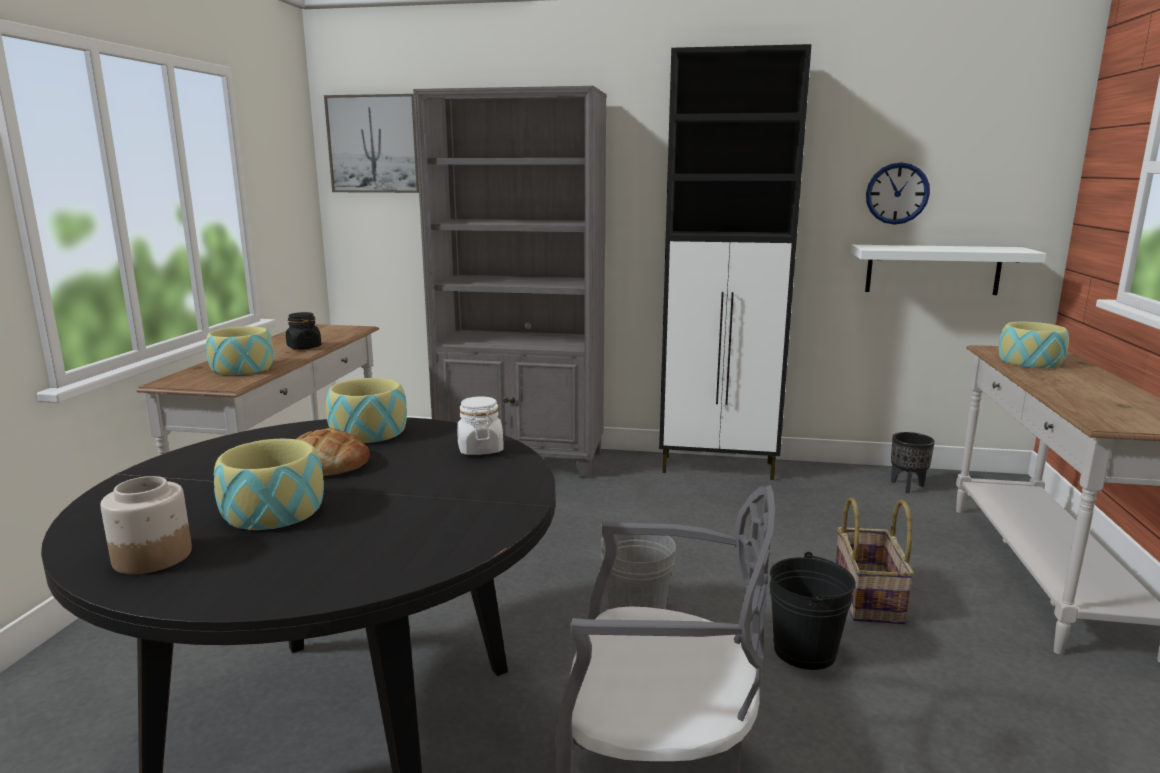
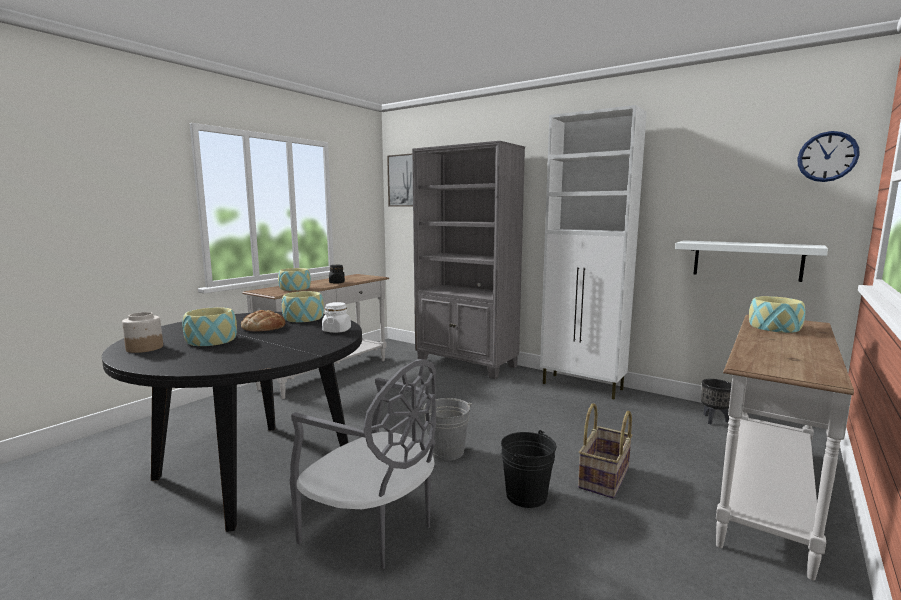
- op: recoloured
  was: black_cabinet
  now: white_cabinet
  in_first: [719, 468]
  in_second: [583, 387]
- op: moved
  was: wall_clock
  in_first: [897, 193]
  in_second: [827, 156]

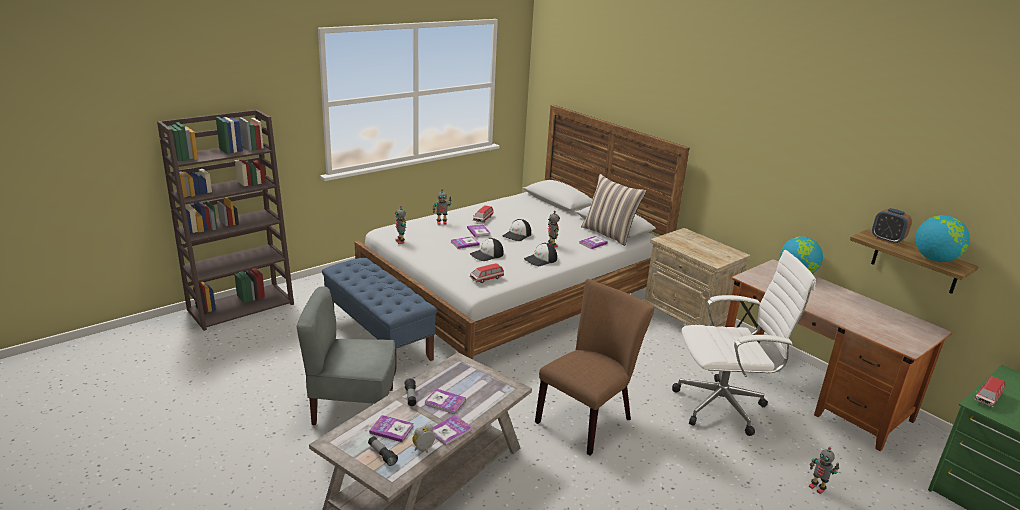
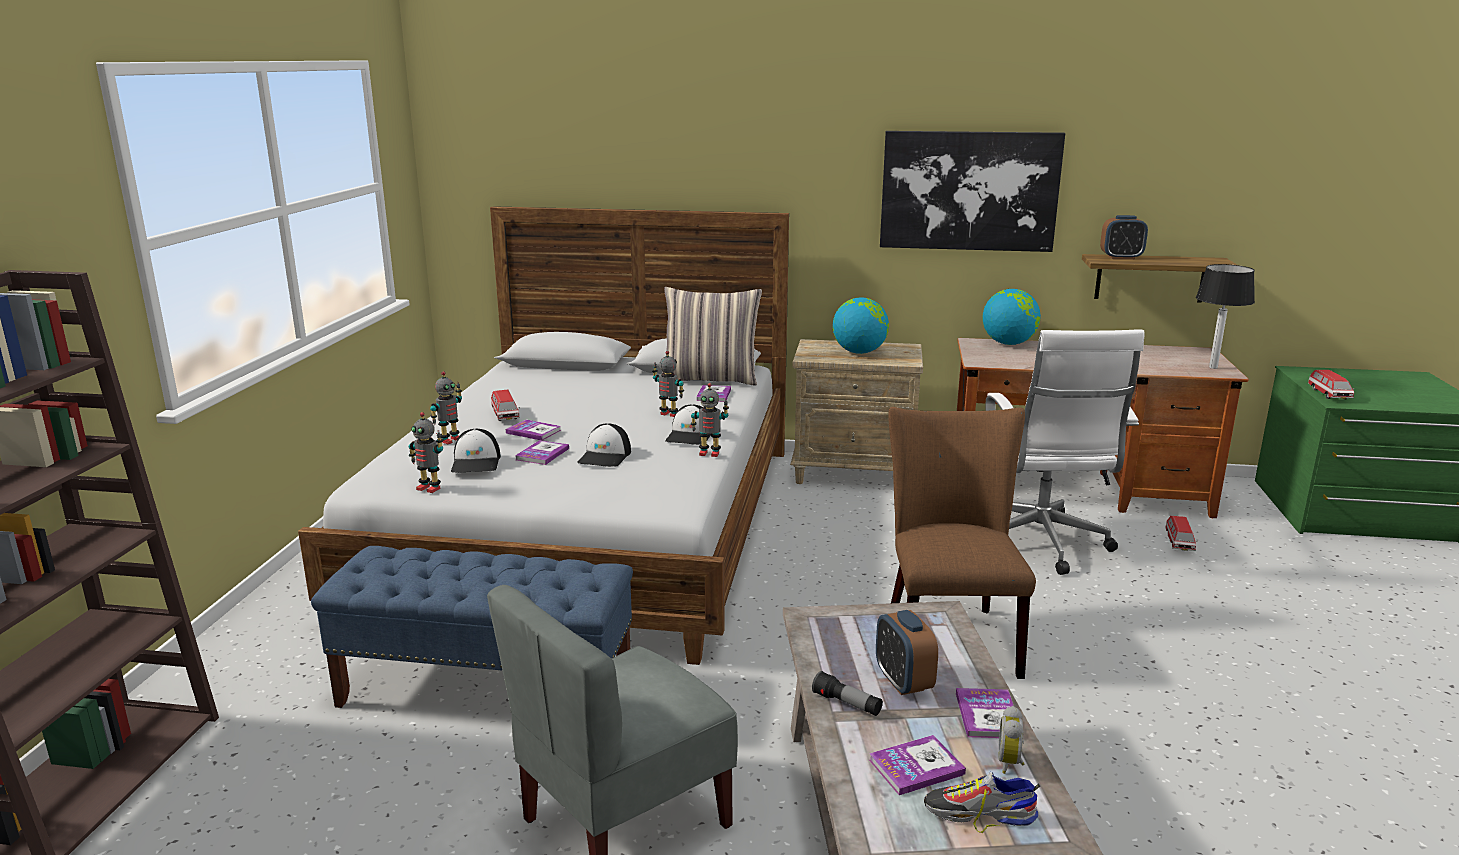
- op: moved
  was: globe
  in_first: [935, 259]
  in_second: [859, 352]
- op: moved
  was: cap
  in_first: [517, 235]
  in_second: [476, 462]
- op: turned
  was: white_office_chair
  in_first: [724, 406]
  in_second: [1041, 545]
  clockwise: 135
- op: moved
  was: toy_car
  in_first: [486, 278]
  in_second: [1179, 543]
- op: replaced
  was: book
  now: alarm_clock
  in_first: [445, 402]
  in_second: [903, 682]
- op: replaced
  was: flashlight
  now: shoe
  in_first: [382, 455]
  in_second: [979, 813]
- op: moved
  was: toy_robot
  in_first: [817, 488]
  in_second: [709, 453]
- op: added
  now: picture
  in_second: [969, 191]
- op: added
  now: table_lamp
  in_second: [1213, 367]

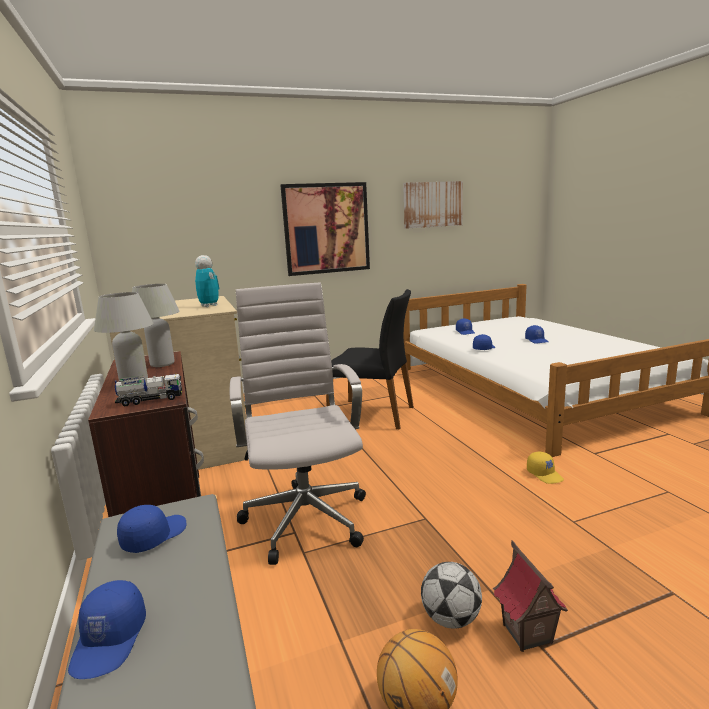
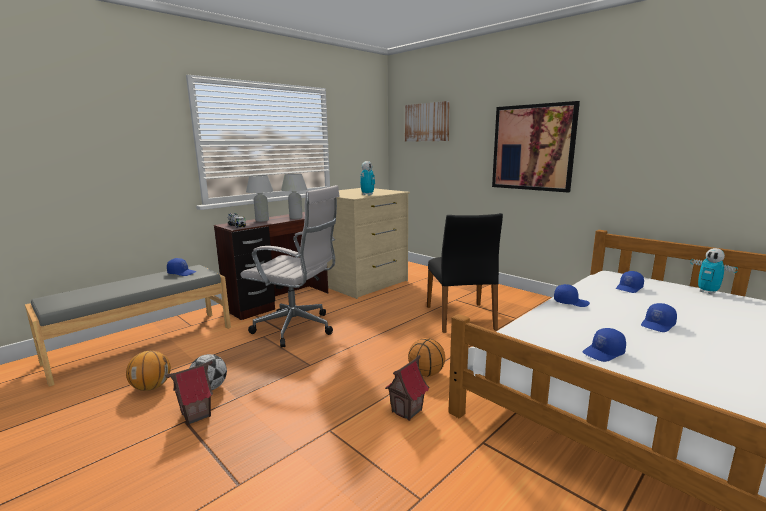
- op: moved
  was: picture
  in_first: [432, 204]
  in_second: [427, 122]
- op: turned
  was: white_office_chair
  in_first: [305, 517]
  in_second: [298, 329]
  clockwise: 60
- op: replaced
  was: yellow_cap
  now: toy_house
  in_first: [545, 474]
  in_second: [407, 411]
- op: moved
  was: blue_cap
  in_first: [110, 641]
  in_second: [603, 353]
- op: added
  now: toy_robot
  in_second: [707, 292]
- op: added
  now: basketball
  in_second: [425, 373]

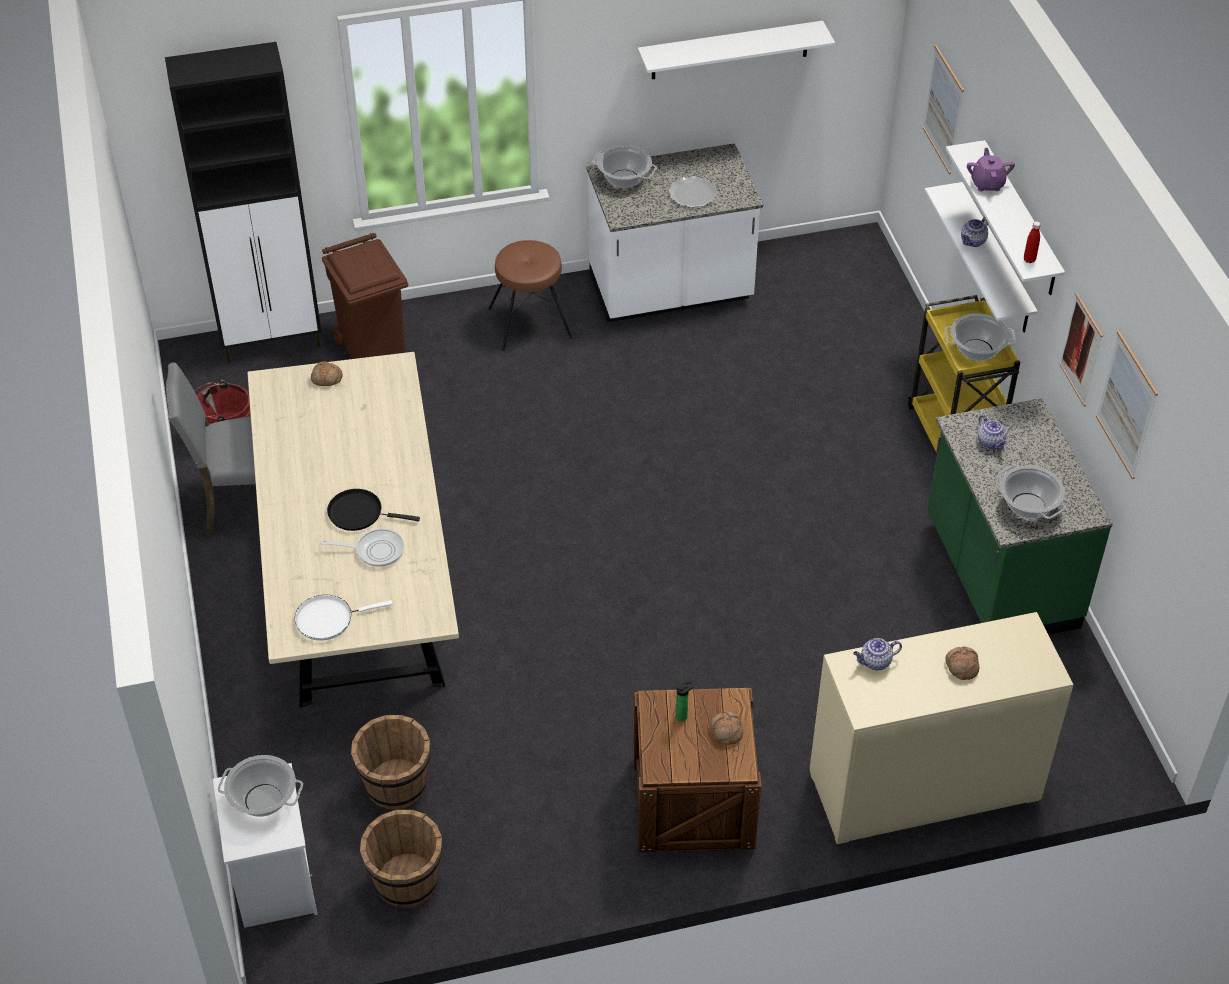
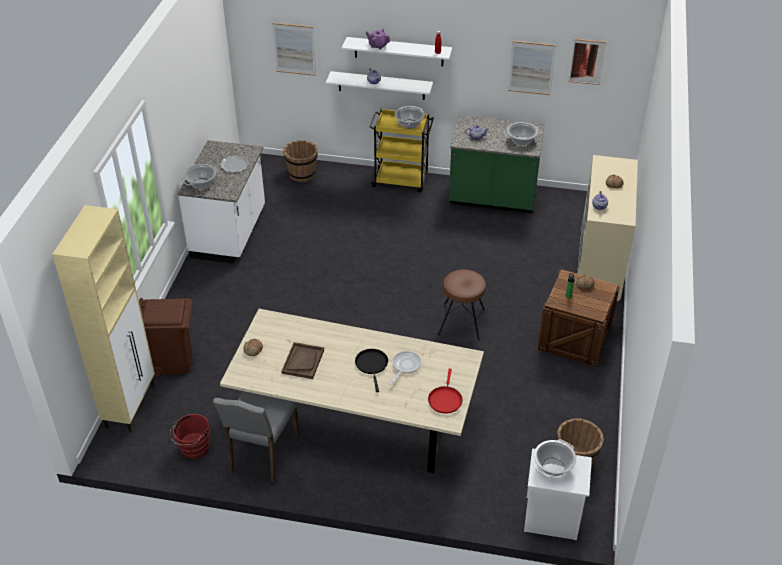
- op: removed
  was: white_shelf
  in_first: [730, 50]
- op: recoloured
  was: black_cabinet
  now: beige_cabinet
  in_first: [273, 342]
  in_second: [131, 405]
- op: moved
  was: brown_stool
  in_first: [530, 323]
  in_second: [462, 321]
- op: moved
  was: picture
  in_first: [1081, 350]
  in_second: [587, 61]
- op: turned
  was: black_frying_pan
  in_first: [359, 513]
  in_second: [372, 365]
  clockwise: 135
- op: recoloured
  was: white_frying_pan
  now: red_frying_pan
  in_first: [328, 619]
  in_second: [445, 399]
- op: moved
  was: brown_bucket
  in_first: [396, 786]
  in_second: [302, 174]
- op: added
  now: brown_tray
  in_second: [303, 361]

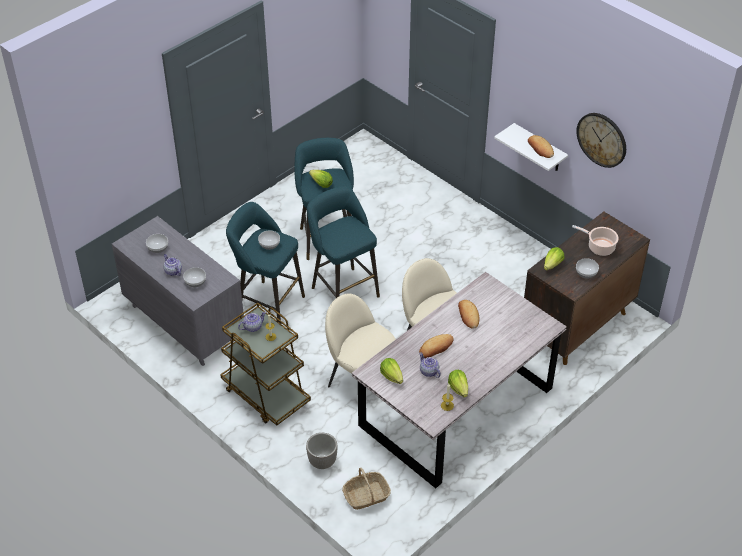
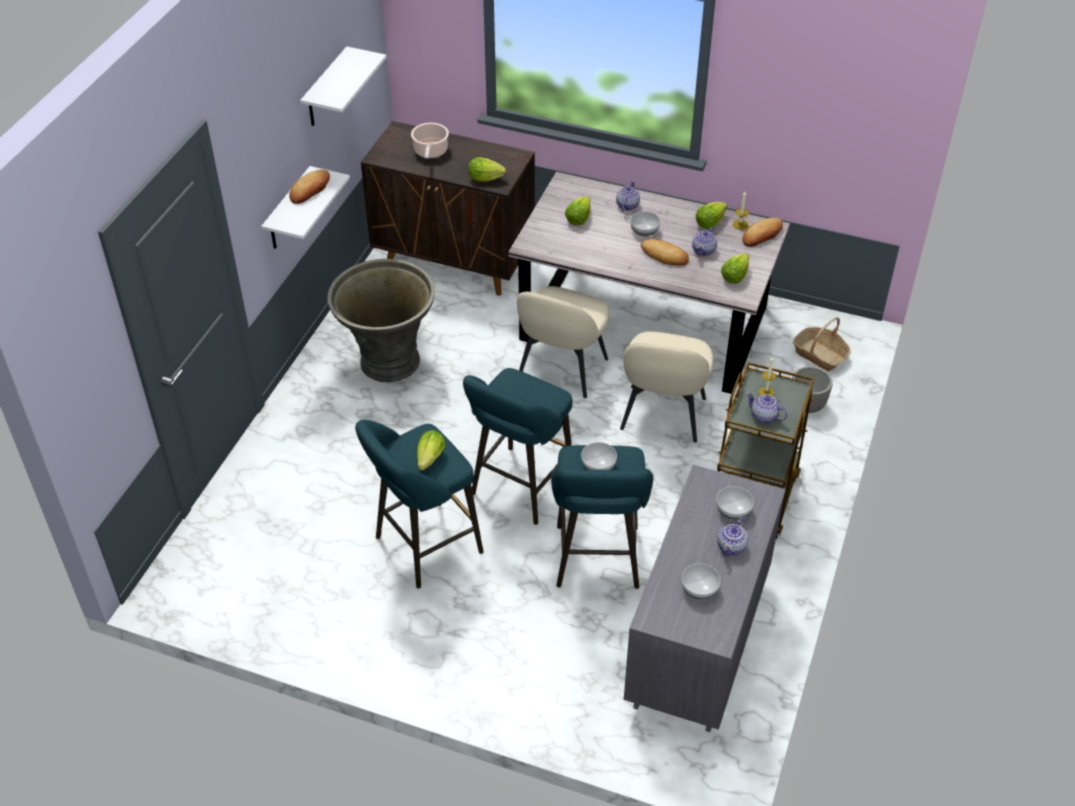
- op: replaced
  was: wall_clock
  now: white_shelf
  in_first: [602, 139]
  in_second: [325, 89]
- op: moved
  was: bowl
  in_first: [586, 273]
  in_second: [644, 231]
- op: moved
  was: bread
  in_first: [468, 316]
  in_second: [762, 235]
- op: added
  now: teapot
  in_second: [627, 206]
- op: added
  now: lettuce
  in_second: [578, 219]
- op: added
  now: grey_planter
  in_second: [388, 361]

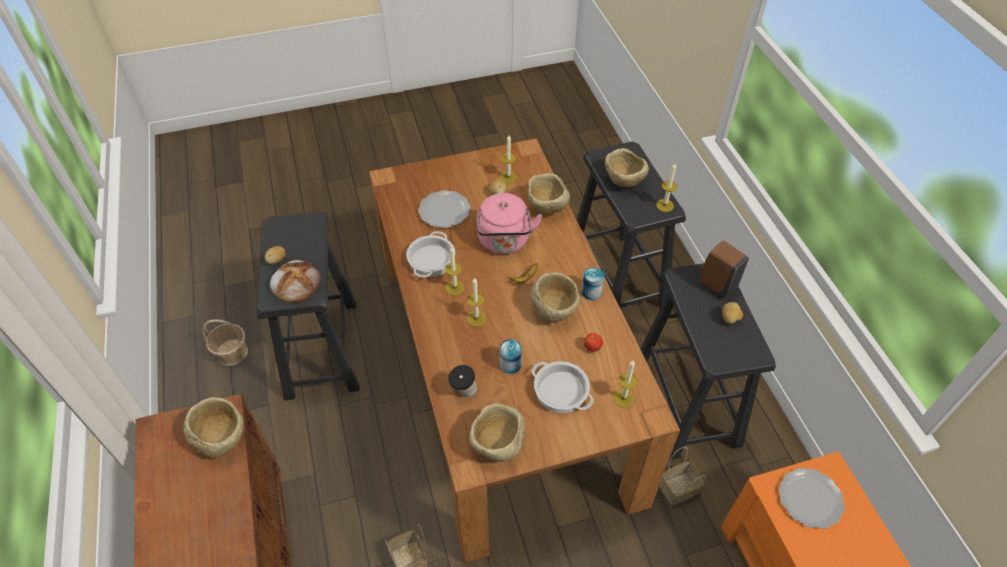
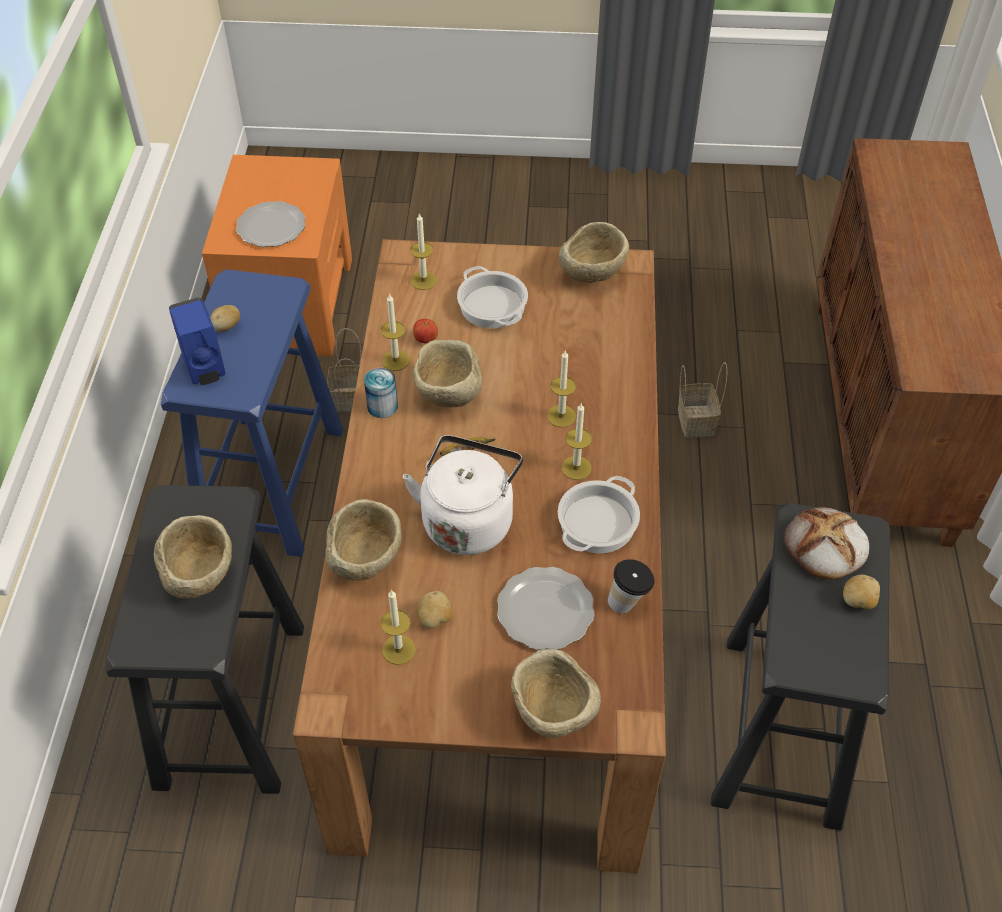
- op: moved
  was: candle
  in_first: [665, 205]
  in_second: [395, 360]
- op: recoloured
  was: pink_kettle
  now: white_kettle
  in_first: [504, 242]
  in_second: [468, 519]
- op: recoloured
  was: brown_soap_dispenser
  now: blue_soap_dispenser
  in_first: [716, 285]
  in_second: [205, 370]
- op: recoloured
  was: black_stool
  now: blue_stool
  in_first: [686, 403]
  in_second: [271, 482]
- op: removed
  was: basket
  in_first: [232, 352]
- op: removed
  was: can
  in_first: [510, 364]
- op: moved
  was: cup
  in_first: [463, 393]
  in_second: [628, 602]
- op: moved
  was: beige_bowl
  in_first: [223, 439]
  in_second: [553, 713]

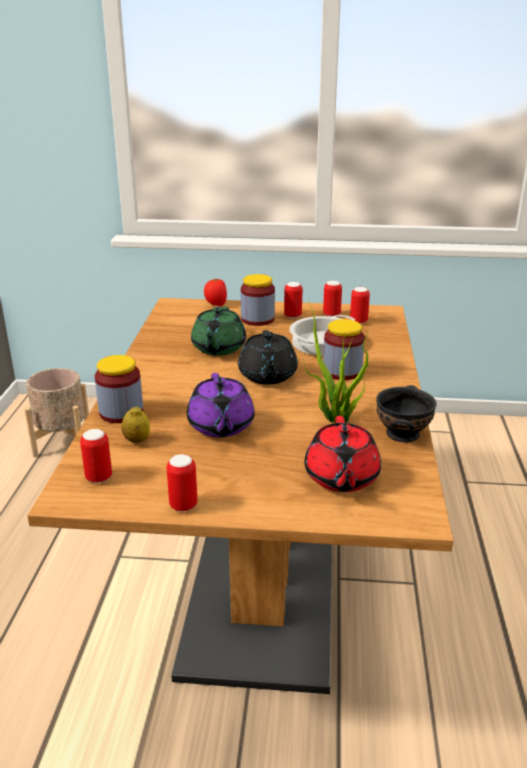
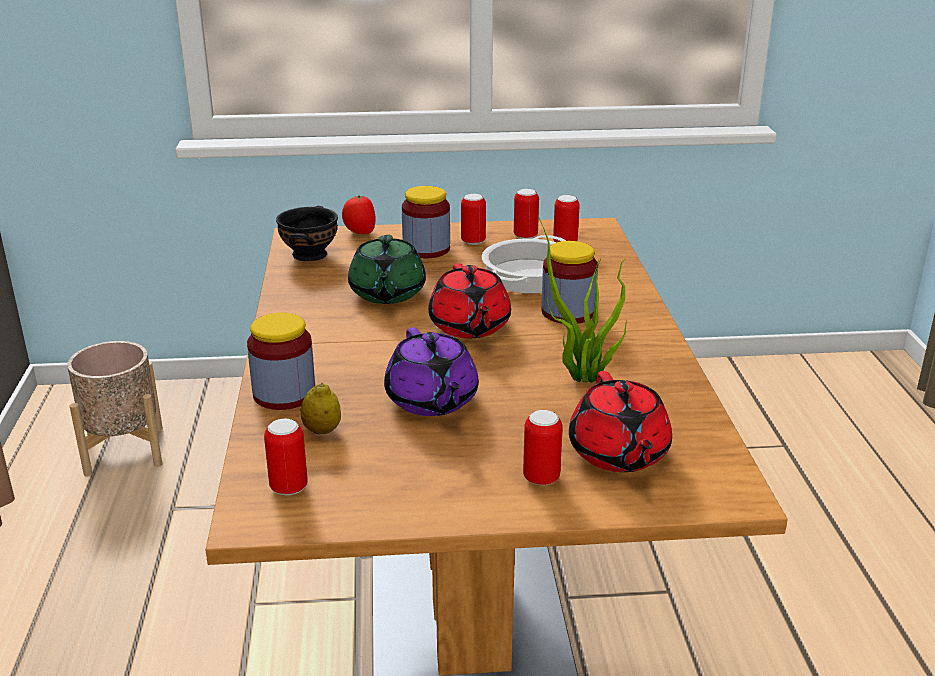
- op: recoloured
  was: black_teapot
  now: red_teapot
  in_first: [267, 376]
  in_second: [469, 327]
- op: moved
  was: black_bowl
  in_first: [403, 433]
  in_second: [311, 254]
- op: moved
  was: can
  in_first: [183, 505]
  in_second: [541, 478]

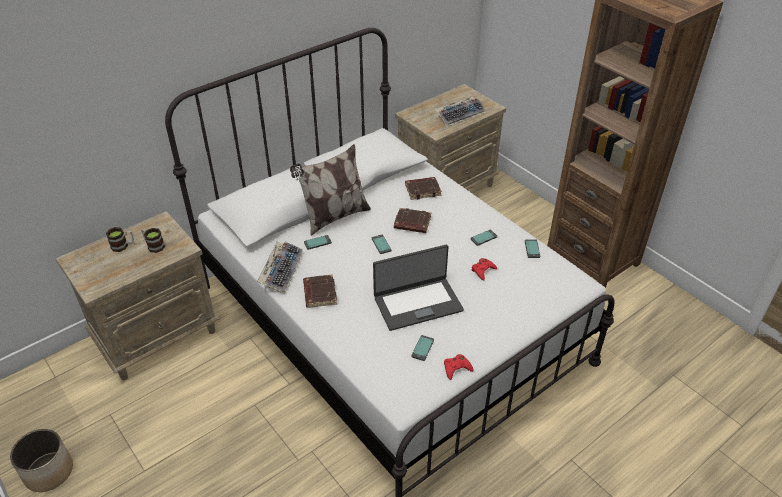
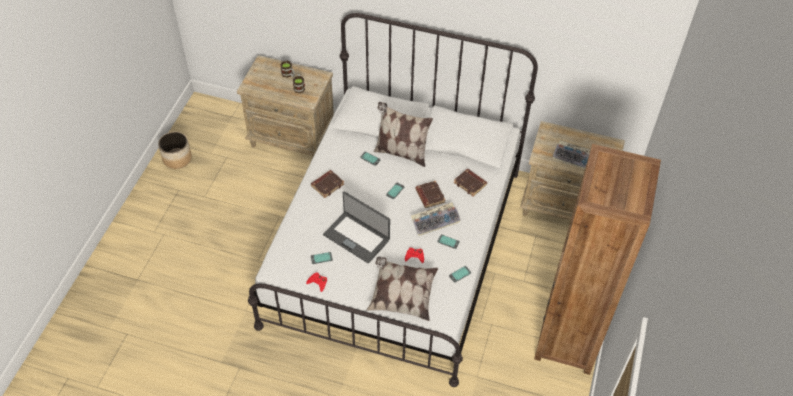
- op: moved
  was: keyboard
  in_first: [281, 270]
  in_second: [435, 221]
- op: added
  now: pillow
  in_second: [402, 295]

